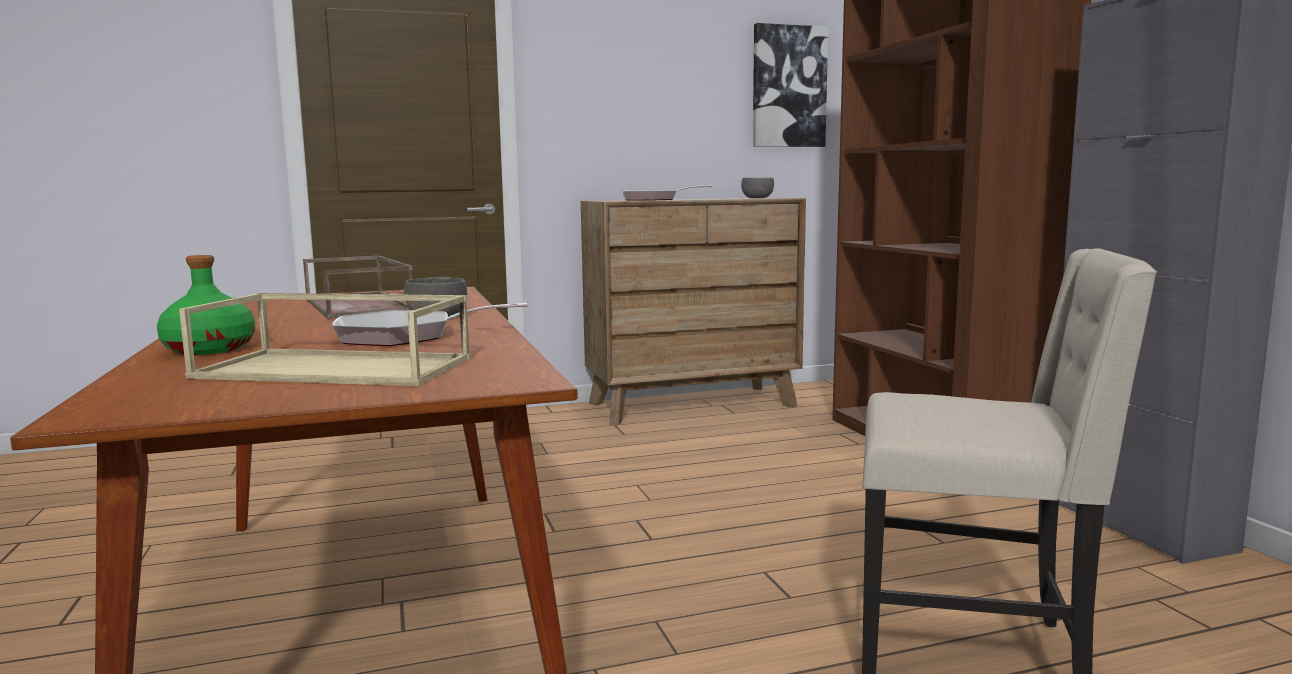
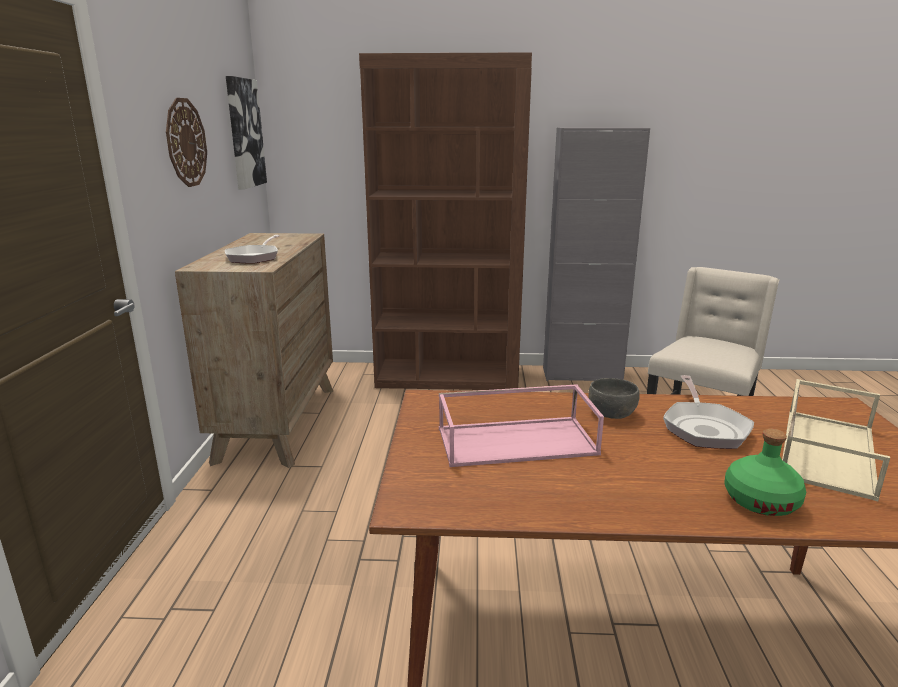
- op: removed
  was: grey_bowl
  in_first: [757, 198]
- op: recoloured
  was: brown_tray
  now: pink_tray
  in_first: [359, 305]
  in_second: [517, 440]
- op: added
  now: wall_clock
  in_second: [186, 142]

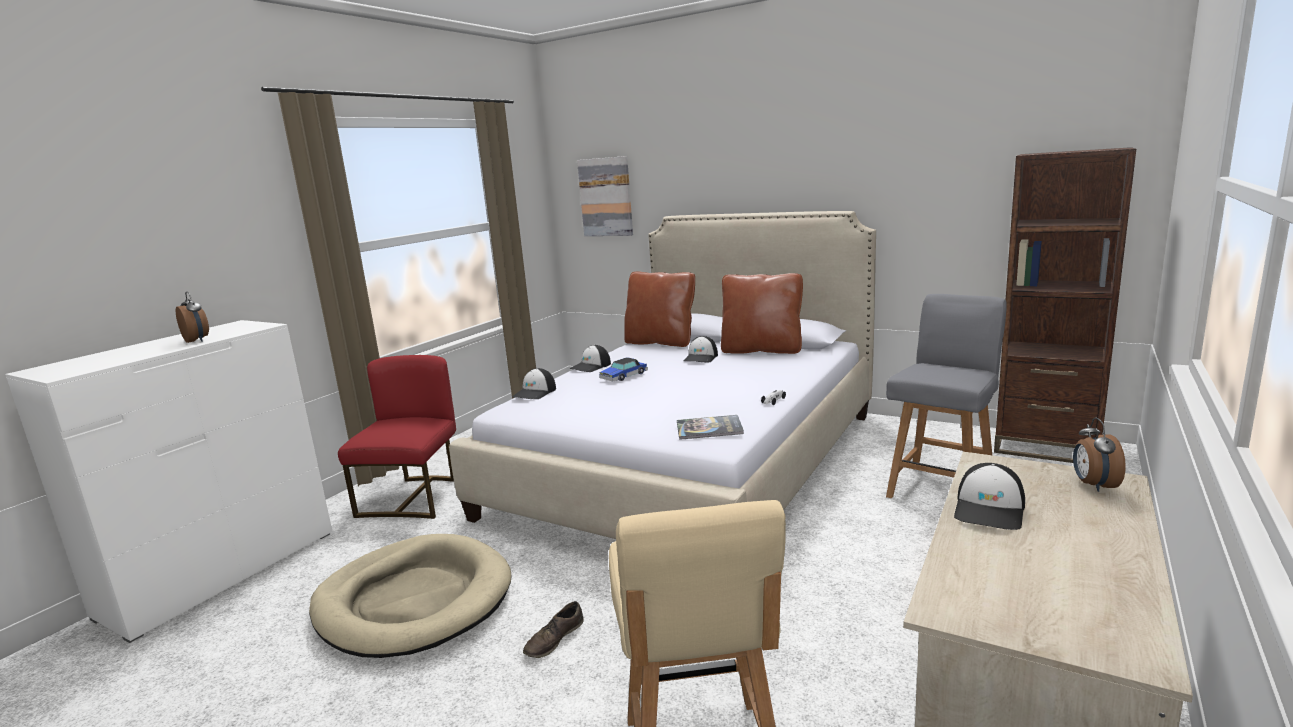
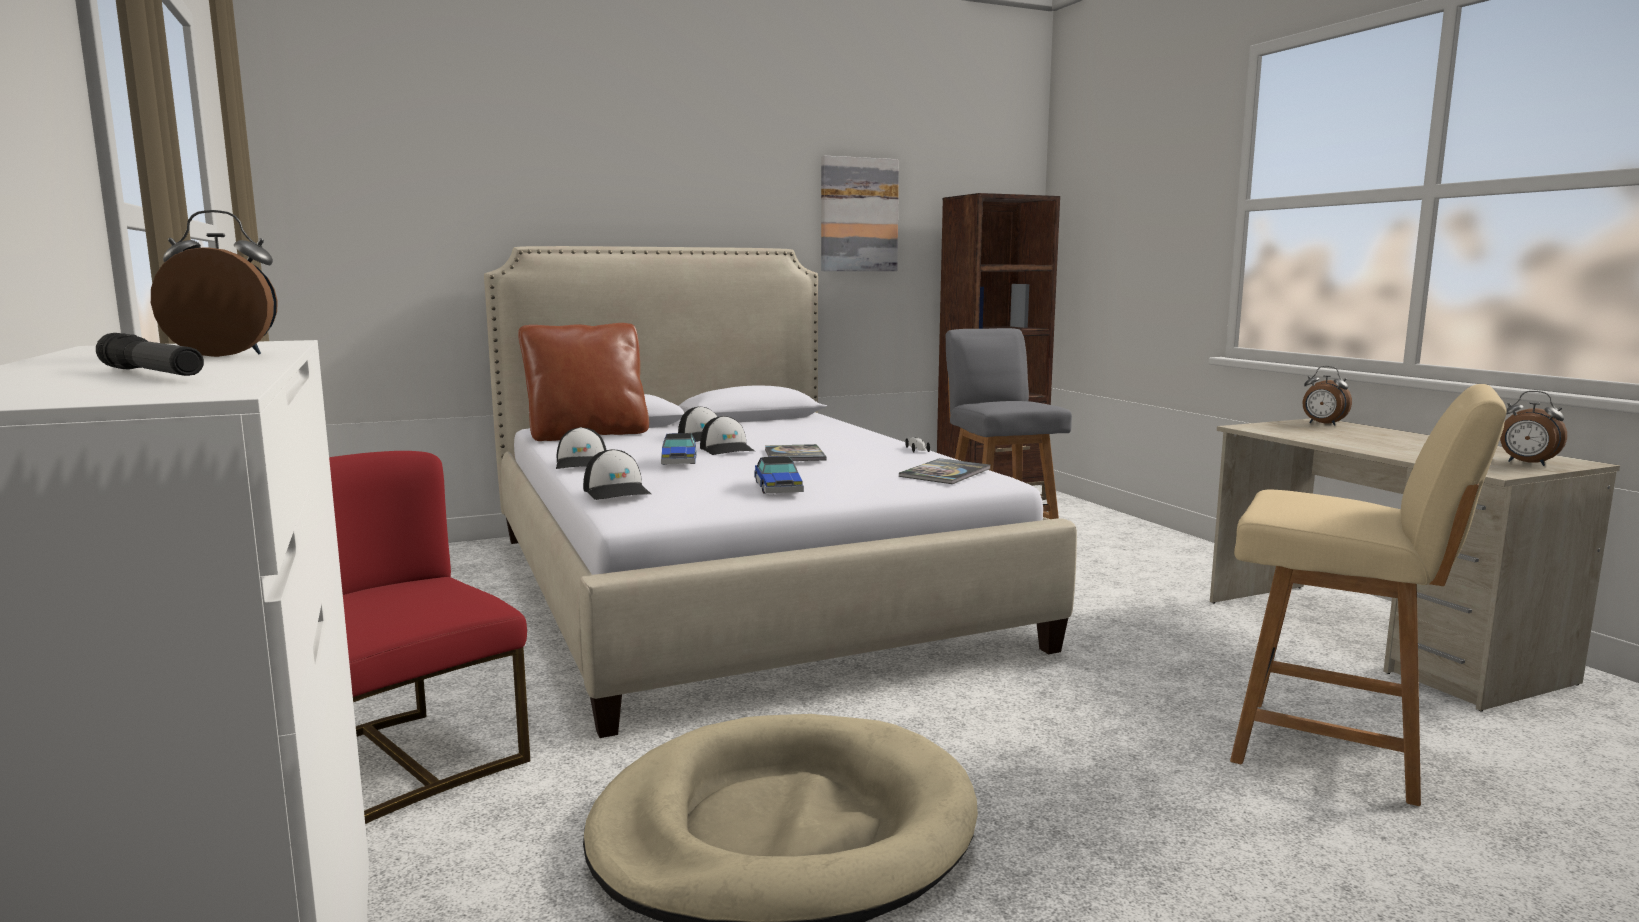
- op: moved
  was: picture
  in_first: [606, 197]
  in_second: [858, 215]
- op: removed
  was: brown_pillow
  in_first: [761, 350]
- op: moved
  was: cap
  in_first: [990, 510]
  in_second: [727, 449]
- op: removed
  was: brown_shoe
  in_first: [554, 639]
- op: added
  now: flashlight
  in_second: [152, 374]
- op: added
  now: alarm_clock
  in_second: [1526, 463]
- op: added
  now: book
  in_second: [794, 455]
- op: added
  now: toy_car
  in_second: [778, 488]

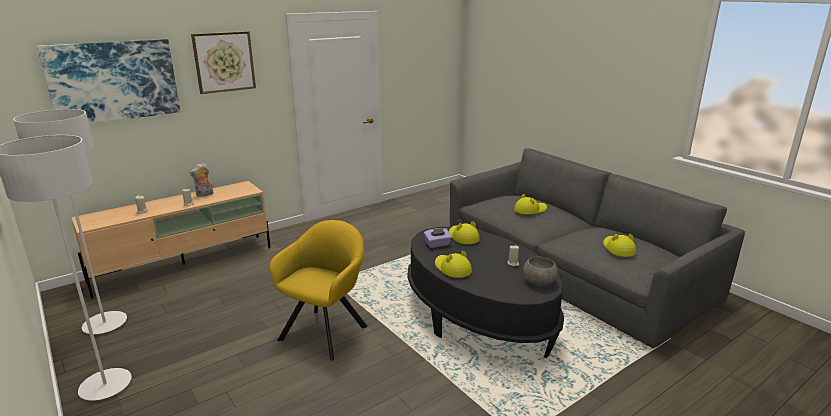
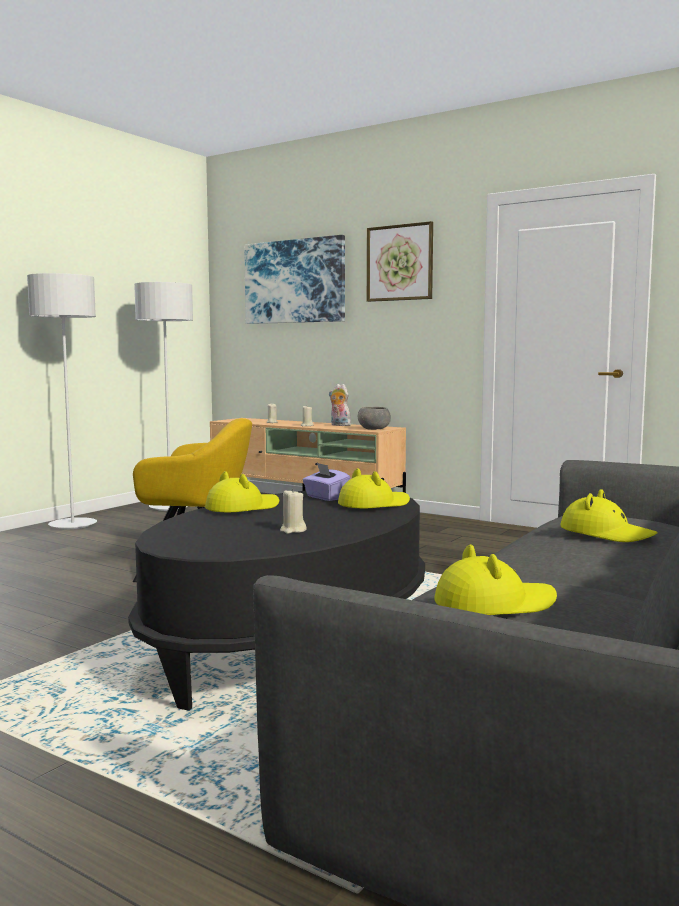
- op: moved
  was: grey_bowl
  in_first: [539, 281]
  in_second: [374, 429]

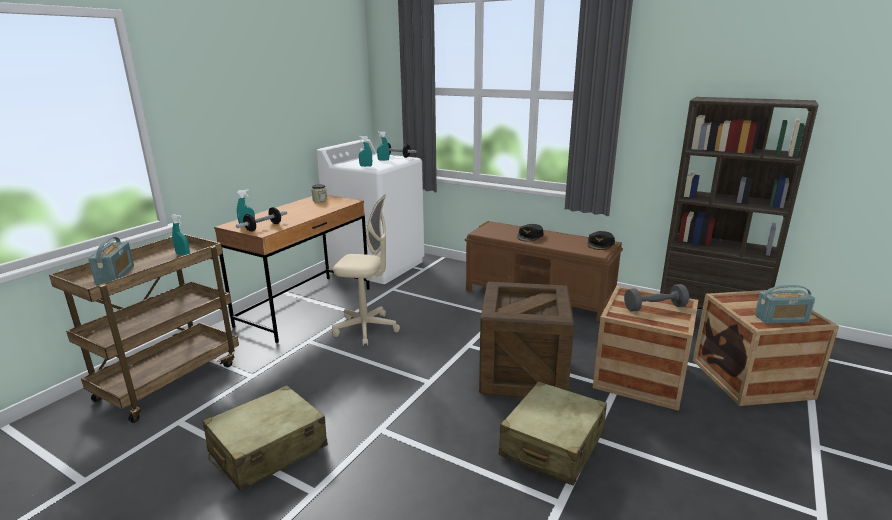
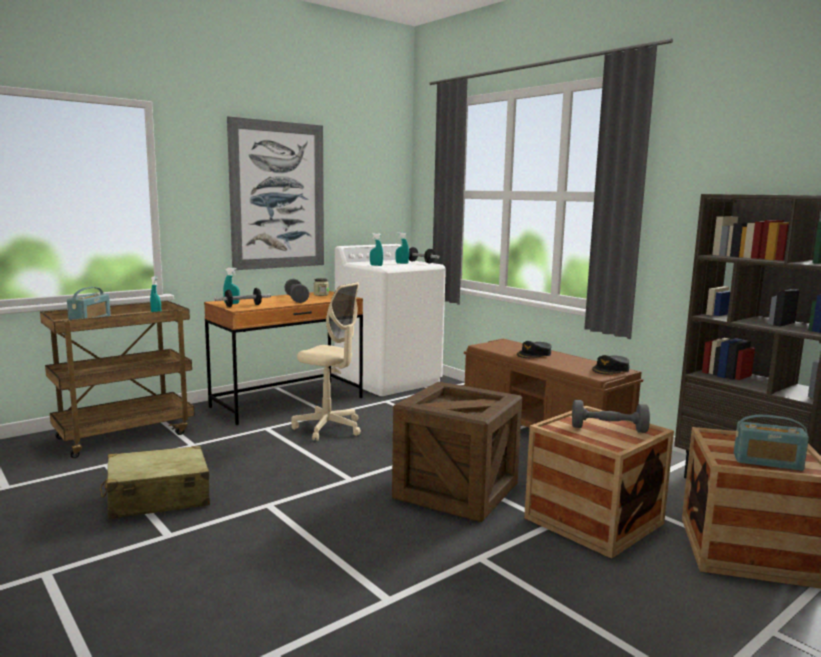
- op: removed
  was: beige_suitcase
  in_first: [552, 445]
- op: added
  now: picture
  in_second: [278, 195]
- op: added
  now: grey_dumbbell
  in_second: [296, 299]

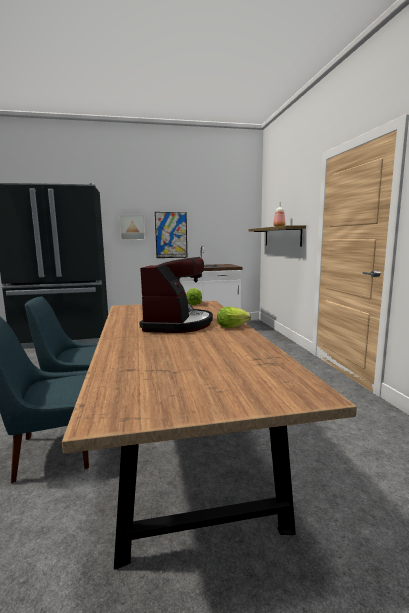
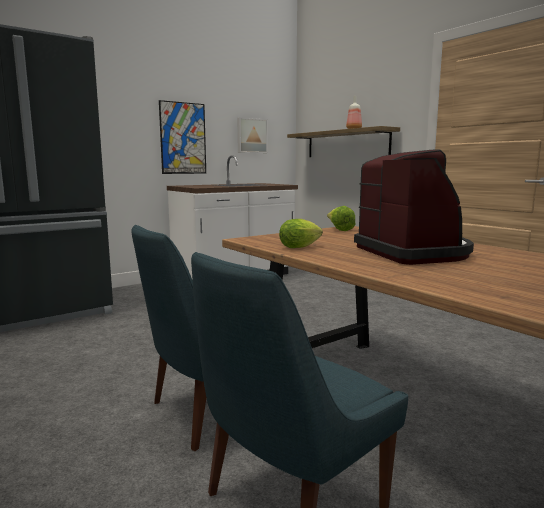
- op: moved
  was: picture
  in_first: [132, 227]
  in_second: [251, 135]
- op: moved
  was: lettuce
  in_first: [234, 327]
  in_second: [301, 247]

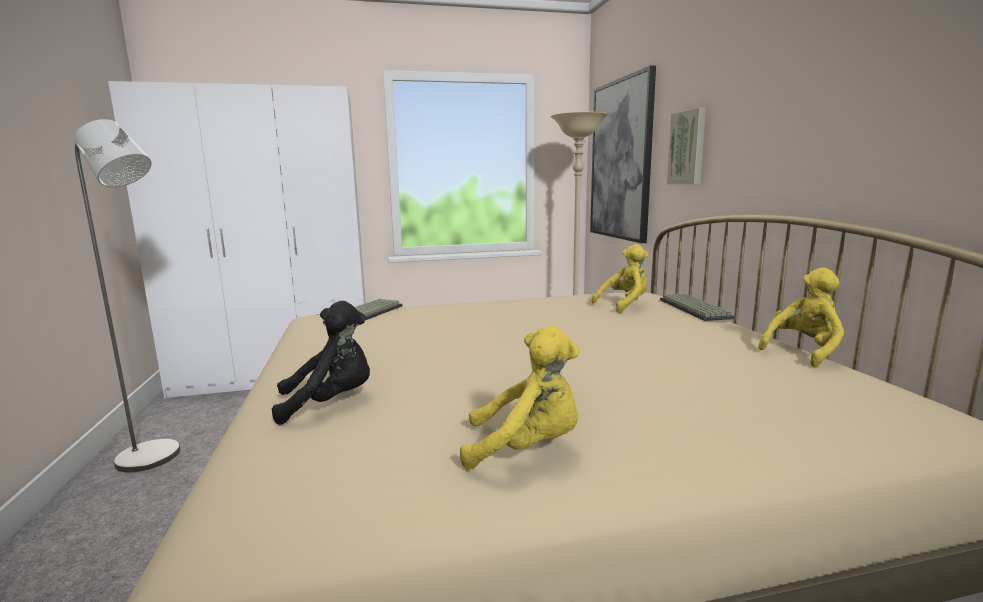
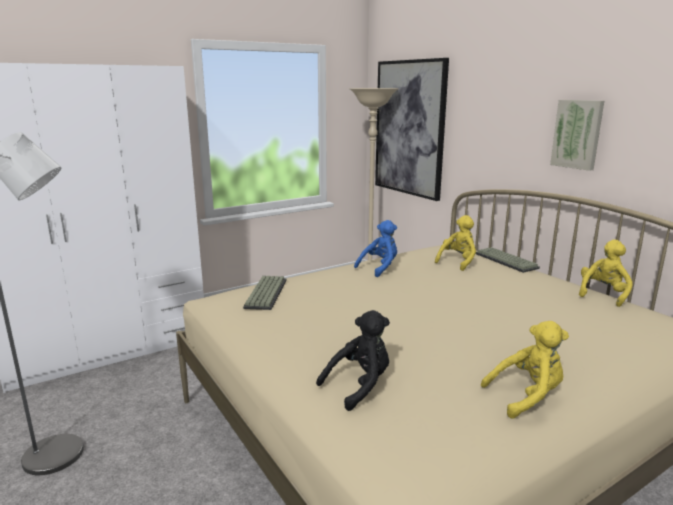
- op: moved
  was: picture
  in_first: [688, 148]
  in_second: [577, 134]
- op: added
  now: blue_plush_toy
  in_second: [379, 268]

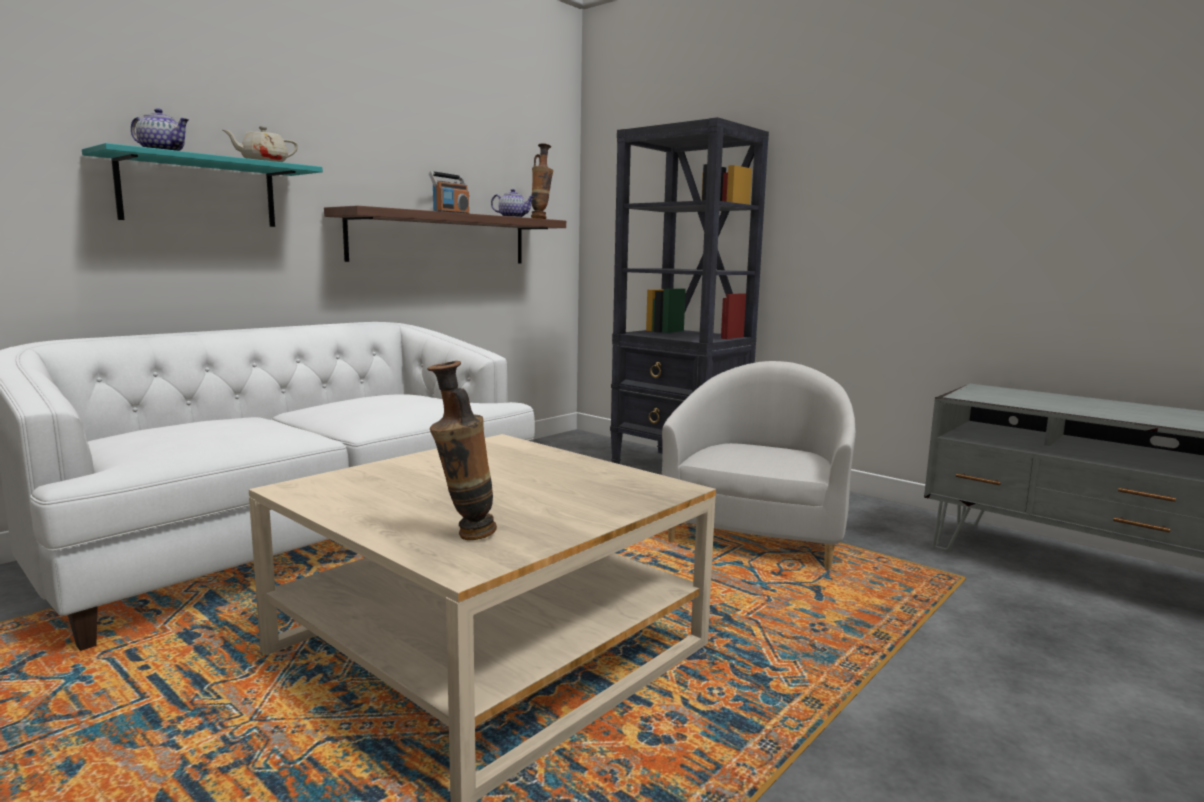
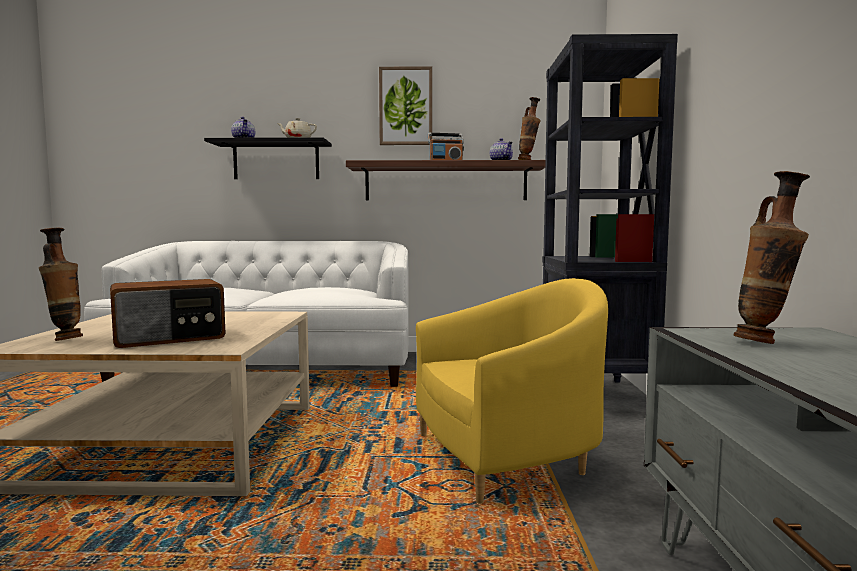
- op: recoloured
  was: turquoise_shelf
  now: black_shelf
  in_first: [199, 192]
  in_second: [276, 161]
- op: recoloured
  was: white_armchair
  now: yellow_armchair
  in_first: [758, 534]
  in_second: [507, 457]
- op: added
  now: picture
  in_second: [406, 106]
- op: added
  now: vase
  in_second: [766, 342]
- op: added
  now: radio
  in_second: [170, 338]

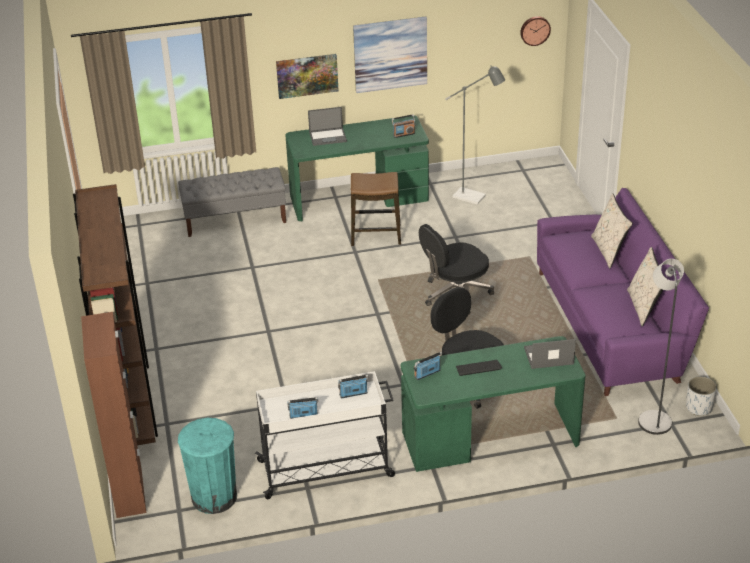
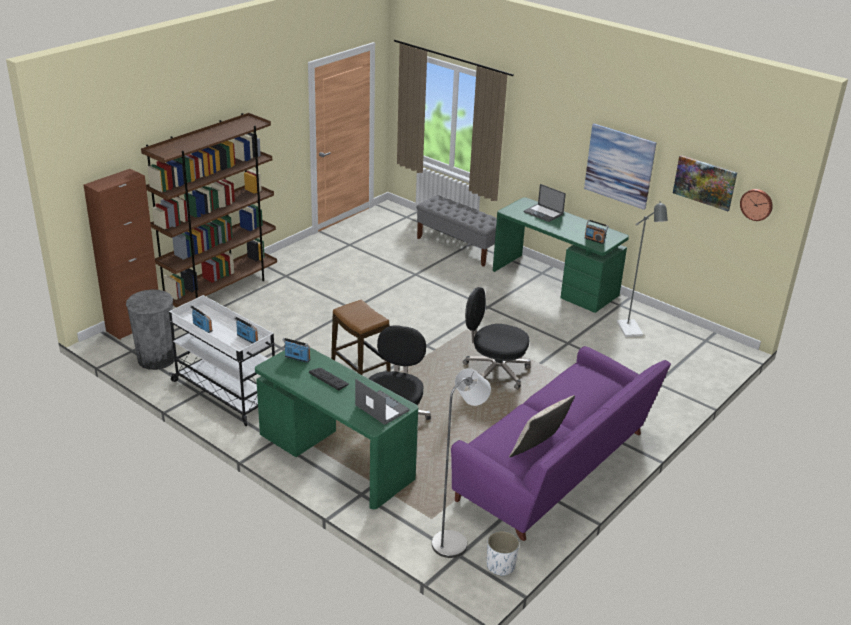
- op: moved
  was: picture
  in_first: [307, 75]
  in_second: [705, 182]
- op: moved
  was: stool
  in_first: [375, 235]
  in_second: [360, 371]
- op: removed
  was: beige_pillow
  in_first: [609, 251]
- op: recoloured
  was: turquoise_trash_can
  now: grey_trash_can
  in_first: [214, 497]
  in_second: [156, 359]

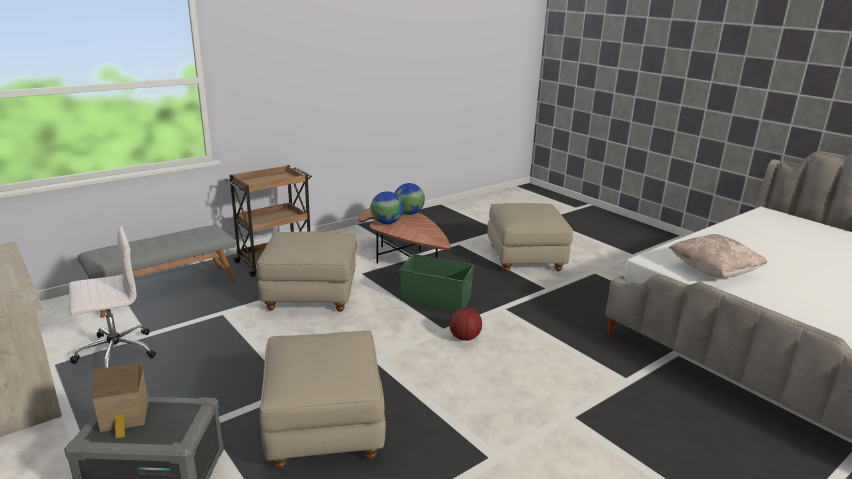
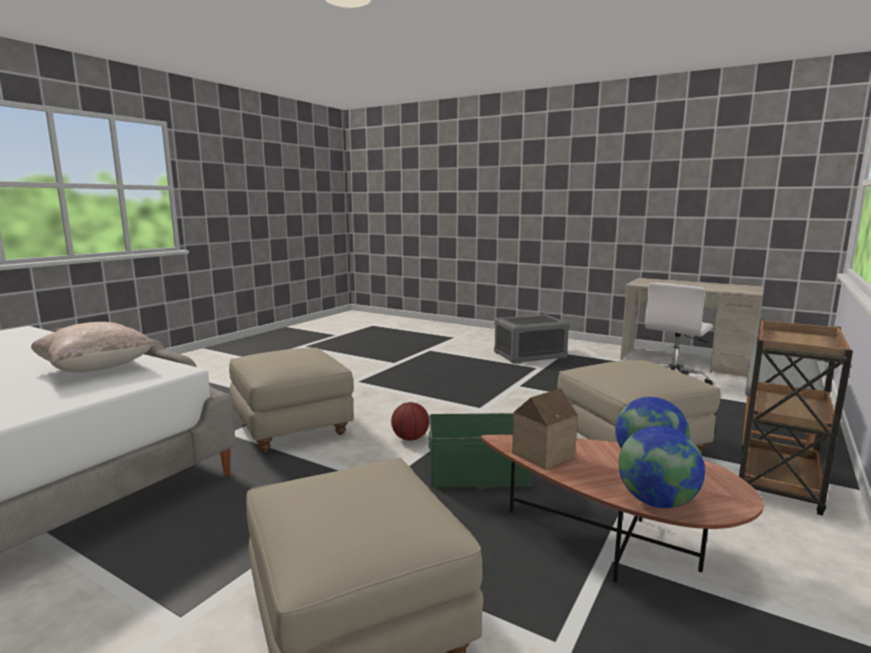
- op: moved
  was: beige_ottoman
  in_first: [324, 428]
  in_second: [292, 427]
- op: moved
  was: toy_house
  in_first: [125, 417]
  in_second: [540, 454]

